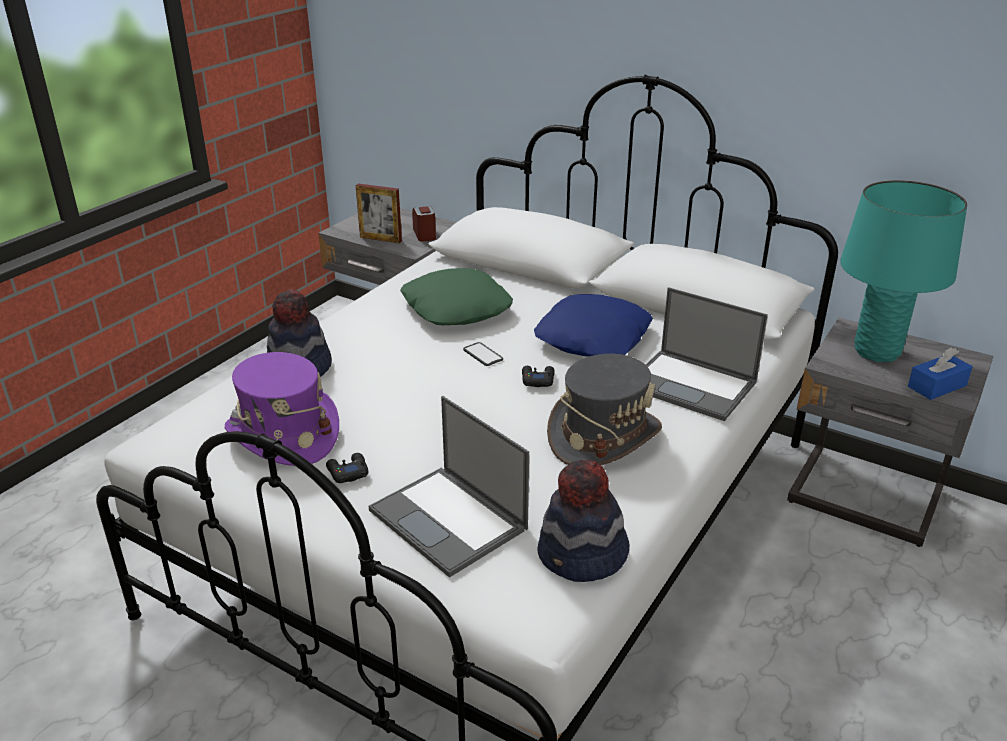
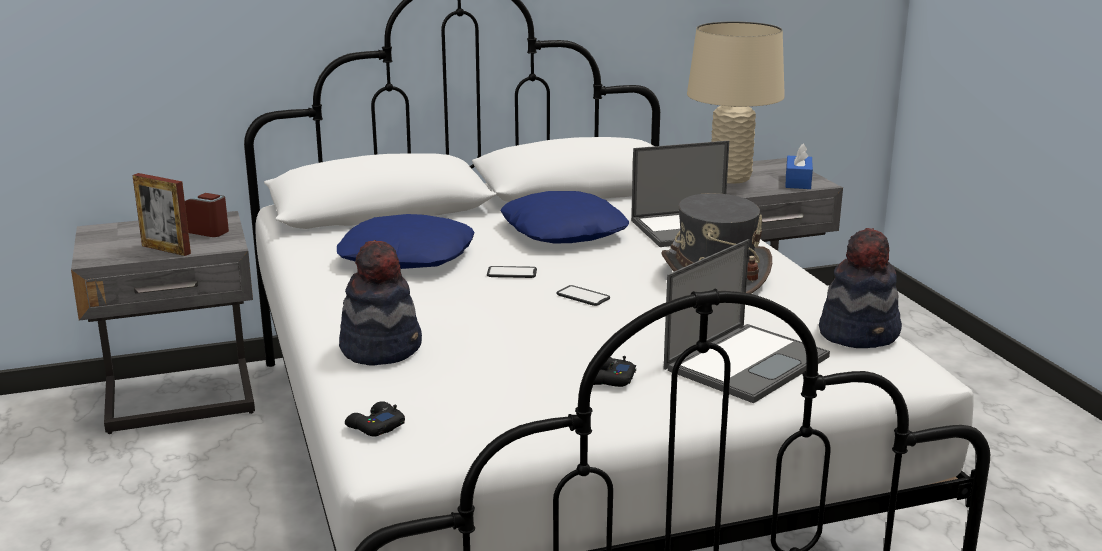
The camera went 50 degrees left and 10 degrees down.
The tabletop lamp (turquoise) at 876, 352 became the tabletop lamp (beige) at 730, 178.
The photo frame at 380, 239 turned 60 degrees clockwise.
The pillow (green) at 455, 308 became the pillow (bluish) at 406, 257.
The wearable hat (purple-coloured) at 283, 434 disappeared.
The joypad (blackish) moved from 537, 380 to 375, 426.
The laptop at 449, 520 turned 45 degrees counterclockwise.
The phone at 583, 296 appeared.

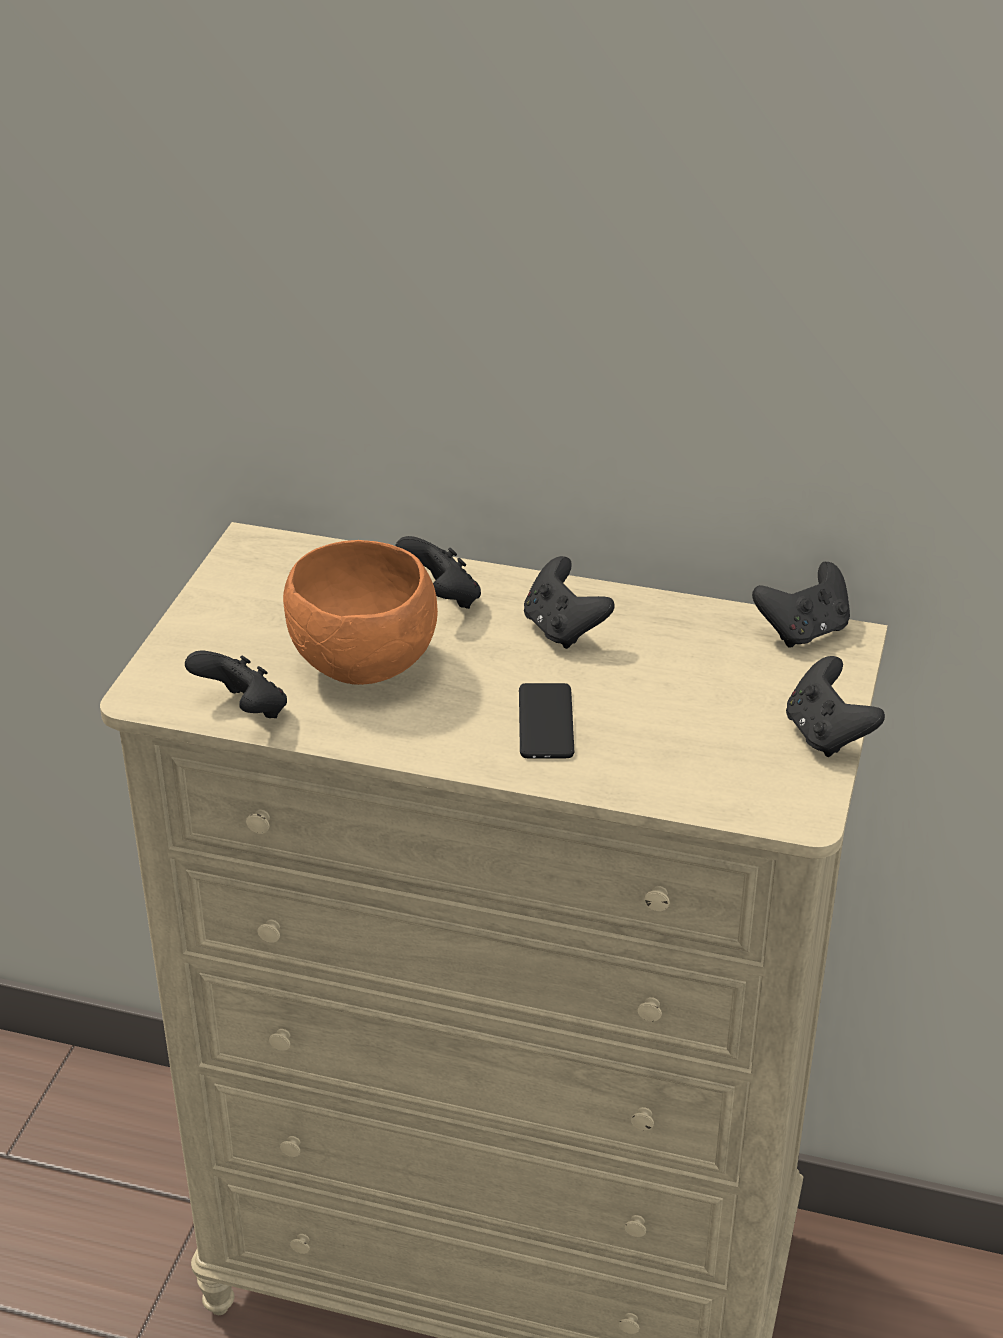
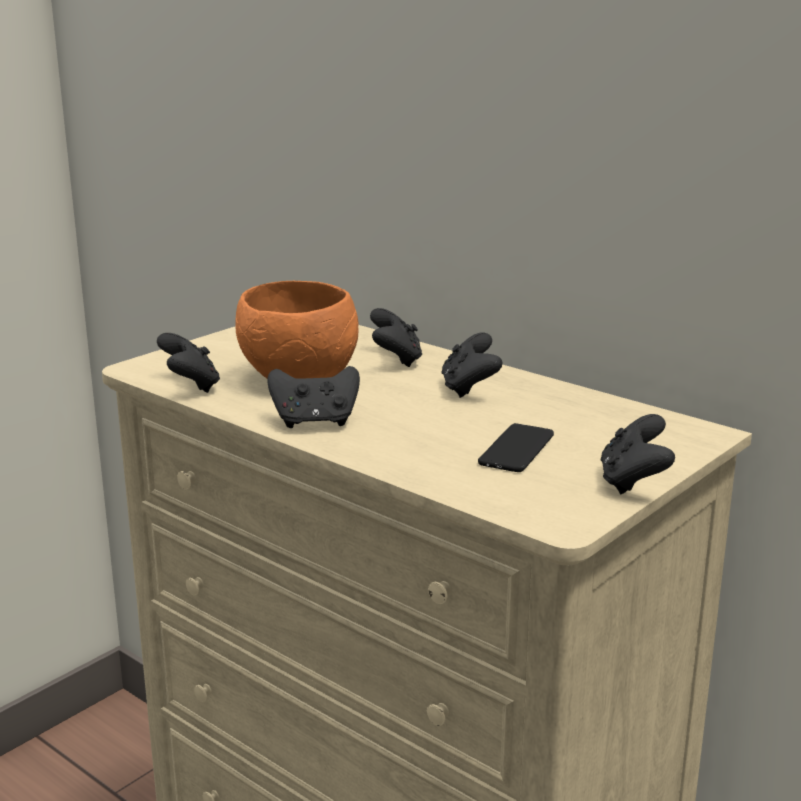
The camera went 25 degrees right and 15 degrees down.
The joypad (blackish) moved from 803, 631 to 315, 422.
The phone moved from 546, 722 to 516, 449.

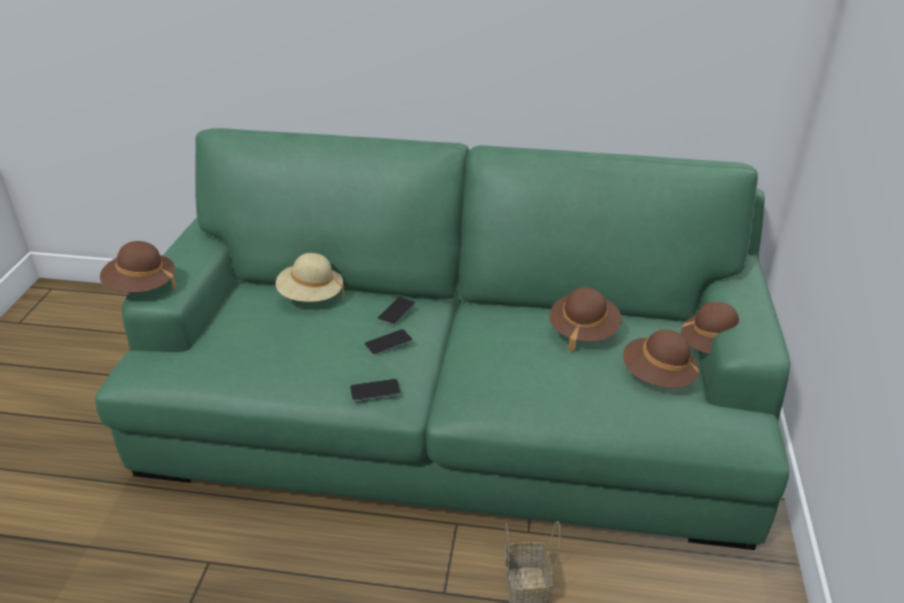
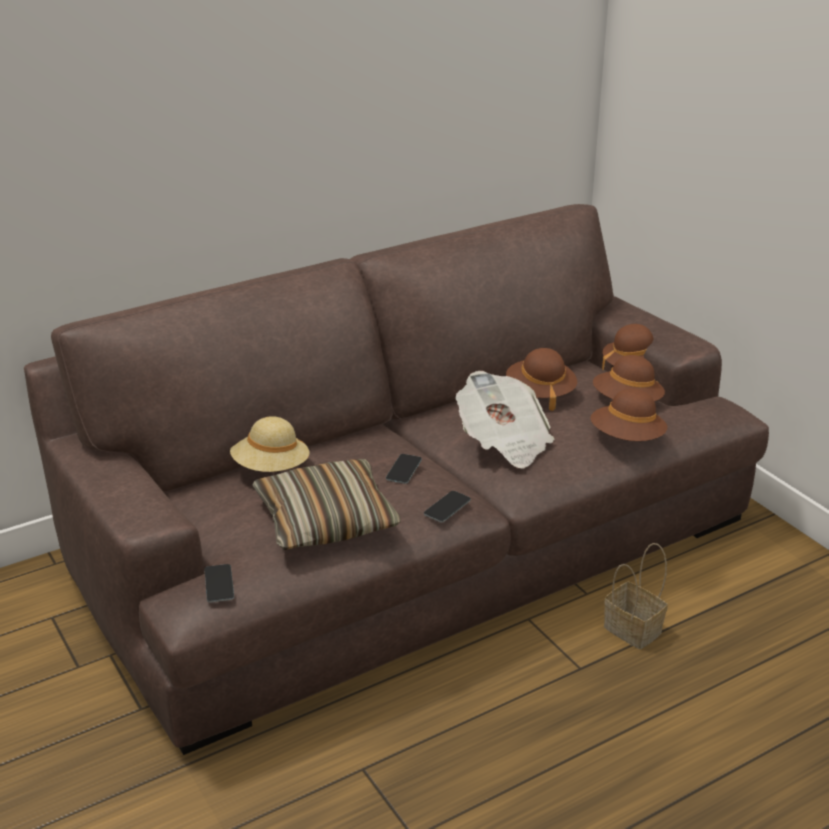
The camera went 40 degrees left and 5 degrees down.
The sofa (green) at 452, 408 became the sofa (brown-coloured) at 413, 539.
The wearable hat (brown-coloured) moved from 141, 287 to 627, 439.
The phone moved from 396, 311 to 219, 584.
The newspaper at 504, 442 appeared.
The pillow at 326, 519 appeared.

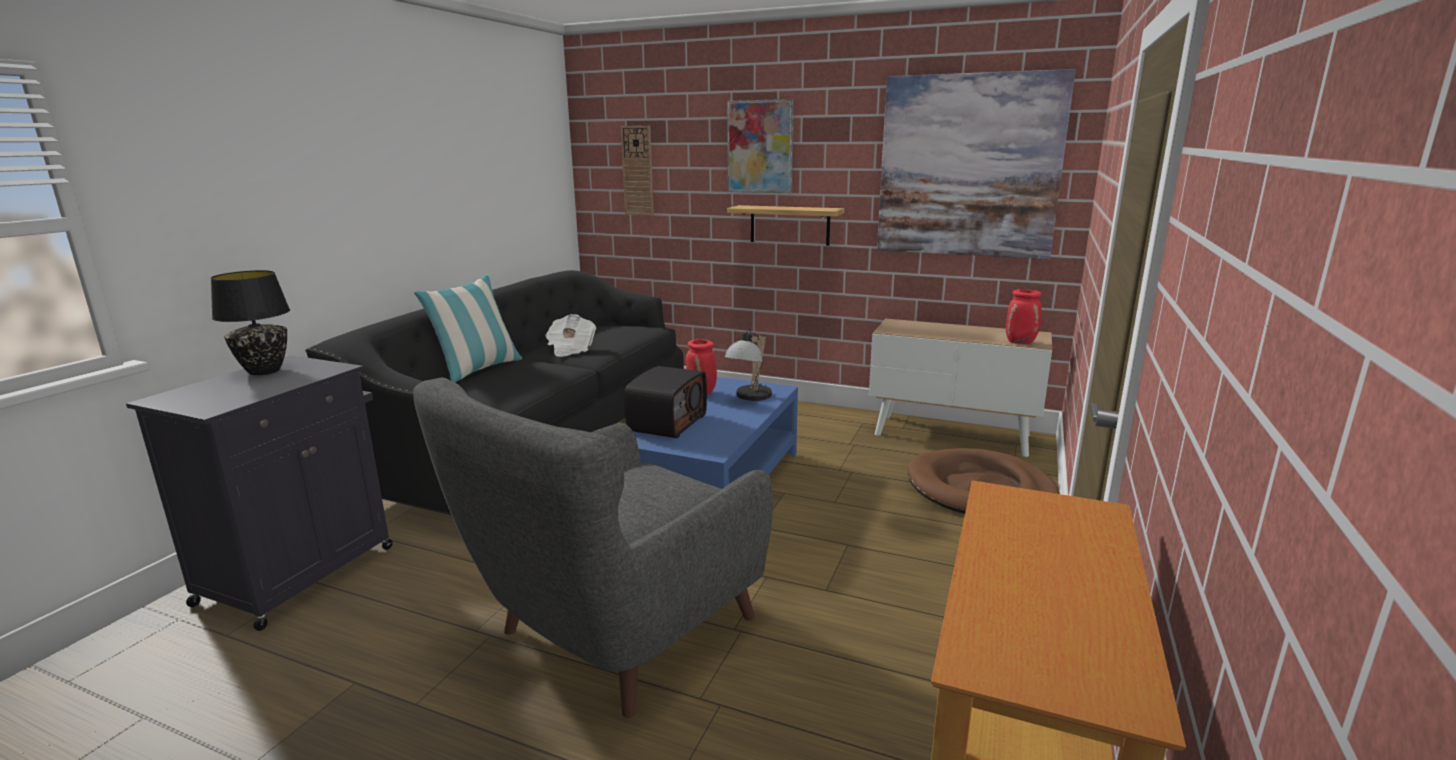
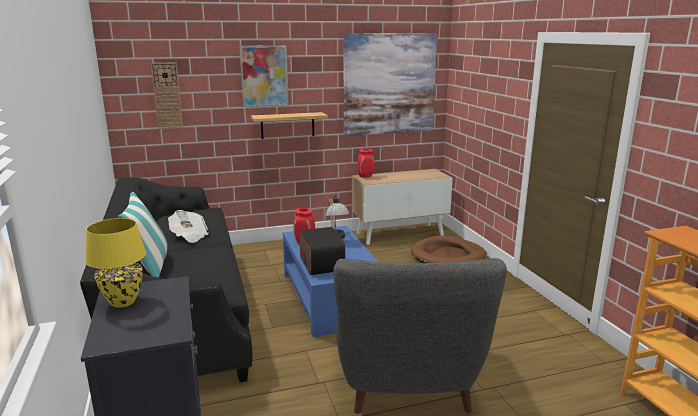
The camera went 40 degrees left and 0 degrees up.
The tabletop lamp (blackish) at 265, 371 became the tabletop lamp (yellowish) at 123, 302.
The decorative vase (reddish) moved from 1021, 342 to 365, 176.

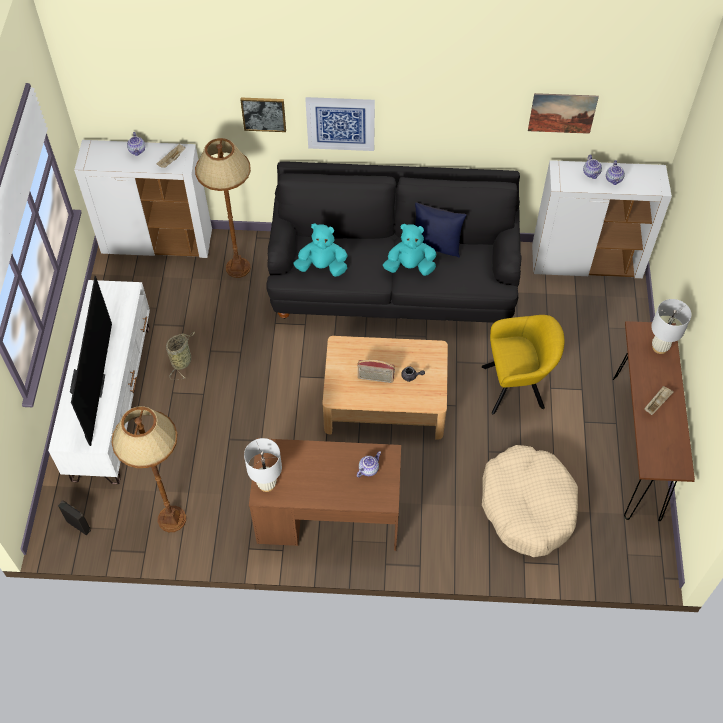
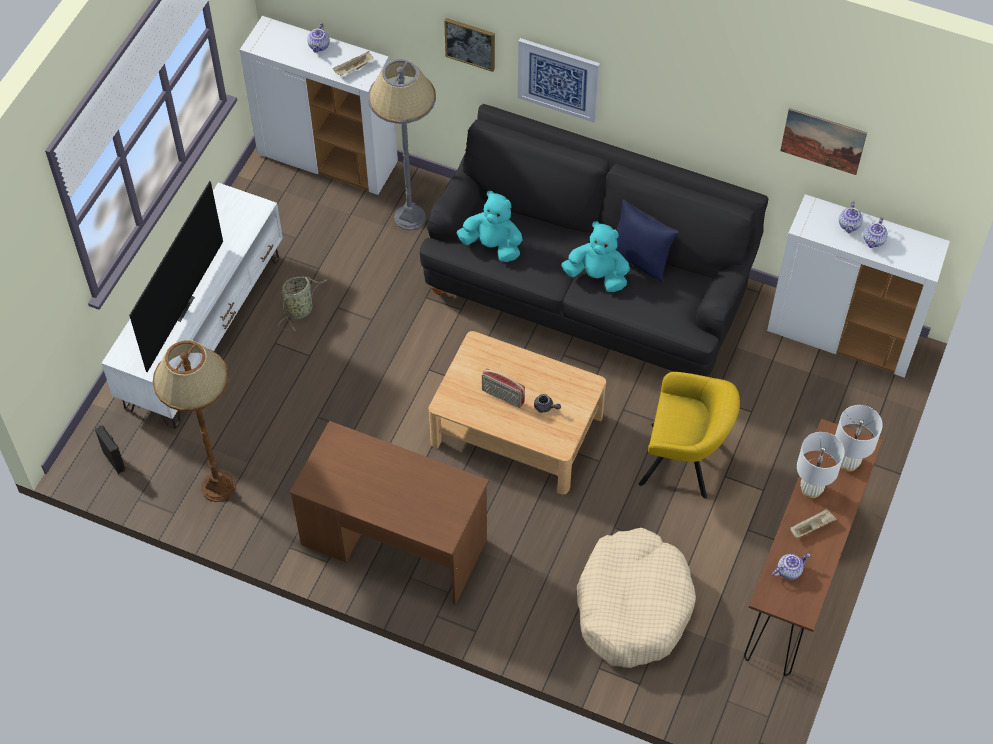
The camera went 20 degrees right and 0 degrees up.
The standing lamp (brown-coloured) at 238, 268 became the standing lamp (grey) at 410, 218.
The tabletop lamp (whitish) moved from 267, 484 to 811, 489.
The pot for tea moved from 368, 469 to 789, 570.

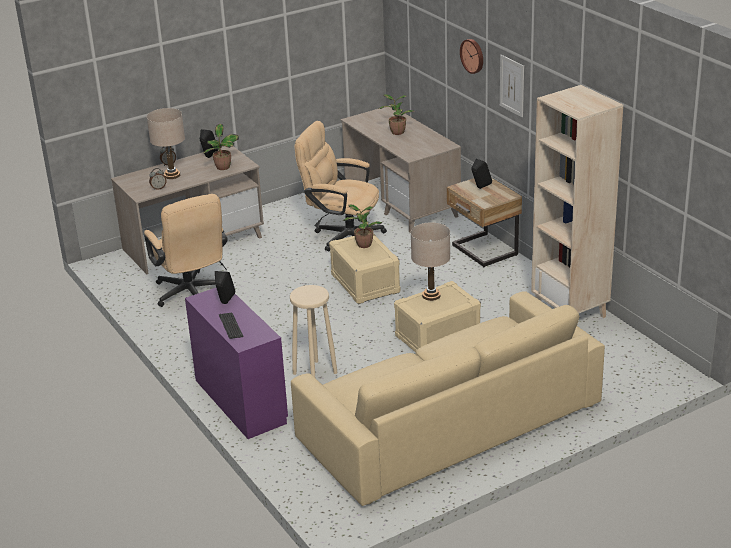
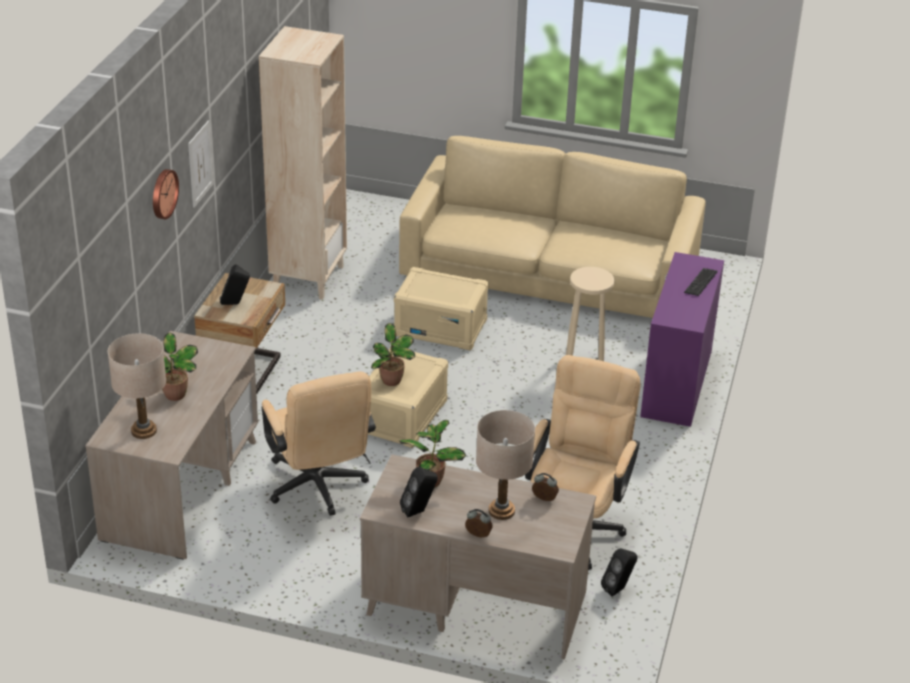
The camera went 135 degrees left and 5 degrees up.
The tabletop lamp (beige) moved from 431, 295 to 143, 431.
The loudspeaker (blackish) moved from 225, 303 to 618, 589.

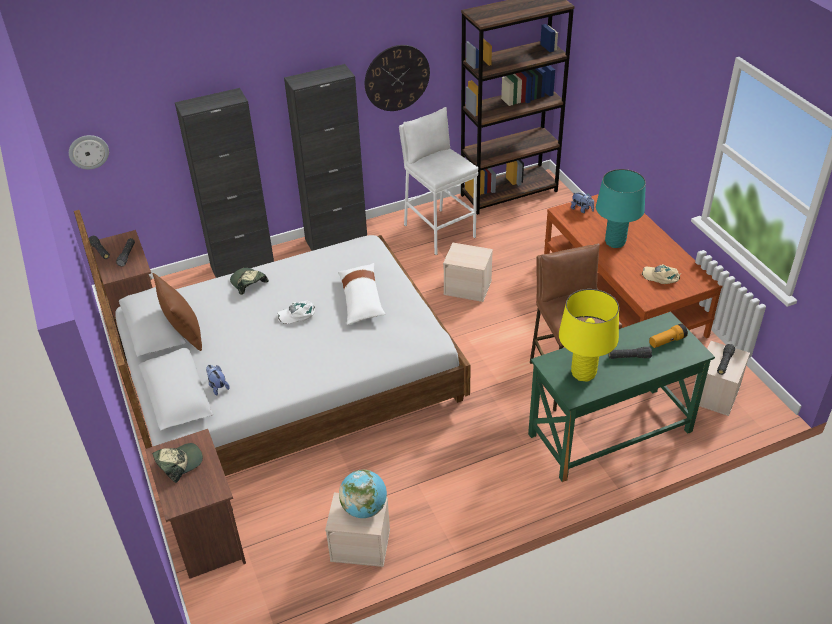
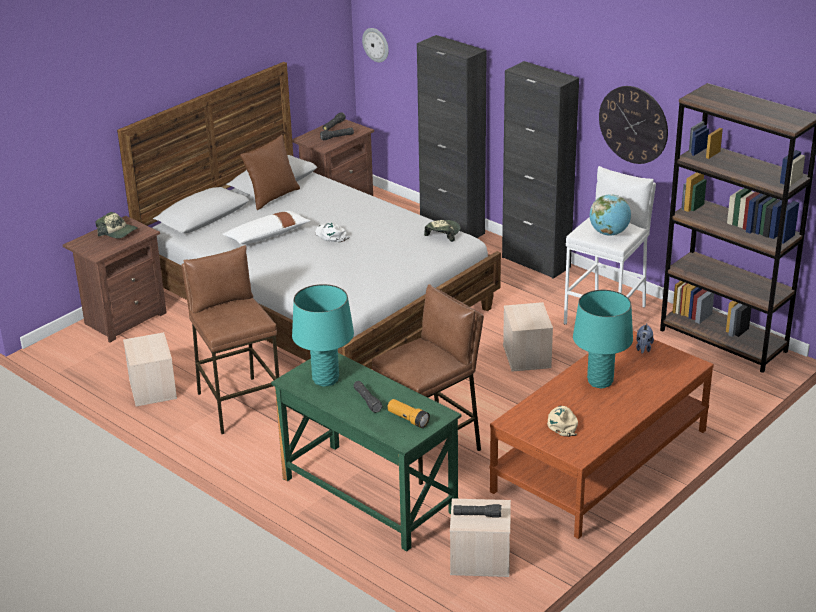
The camera went 65 degrees right and 10 degrees down.
The pillow (whitish) moved from 361, 300 to 267, 235.
The baseball cap moved from 248, 283 to 442, 233.
The tabletop lamp (yellowish) at 583, 373 became the tabletop lamp (turquoise) at 325, 380.
The cuddly toy at 217, 386 disappeared.
The globe moved from 364, 508 to 609, 233.
The stool (brown-coloured) at 239, 404 appeared.

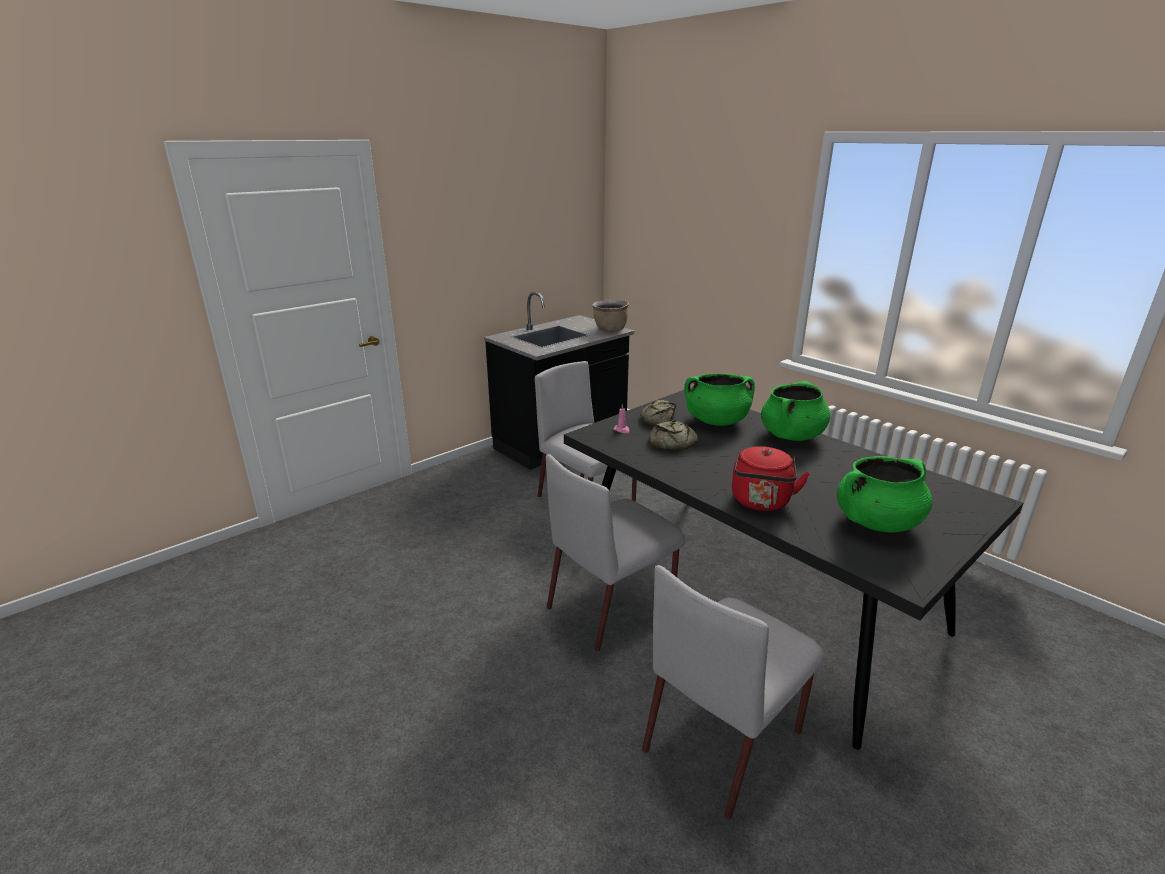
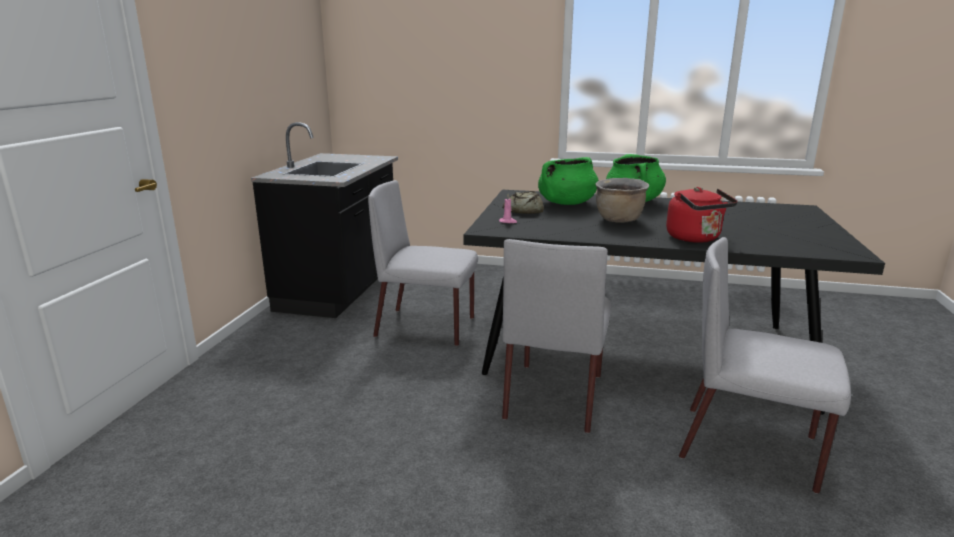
The camera went 35 degrees left and 5 degrees down.
The cooking pot (brown-coloured) moved from 610, 330 to 619, 220.
The bread at 671, 443 disappeared.
The cooking pot (green) at 877, 522 disappeared.
The plain chair (grey) at 724, 739 turned 105 degrees clockwise.

